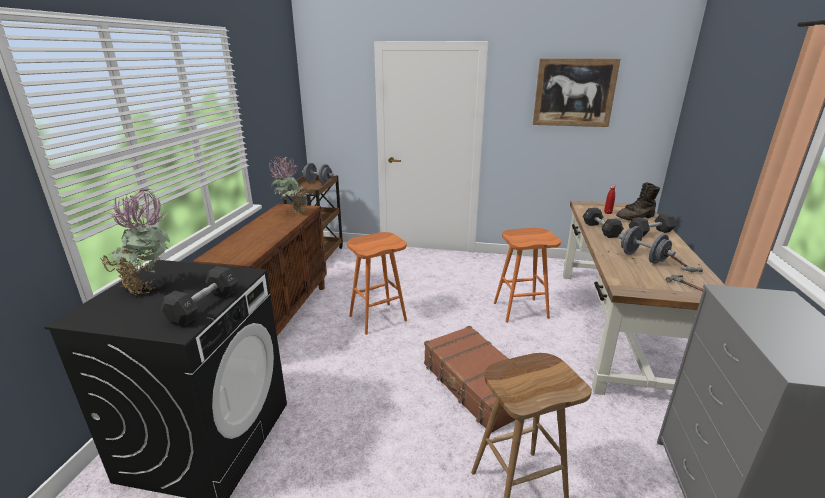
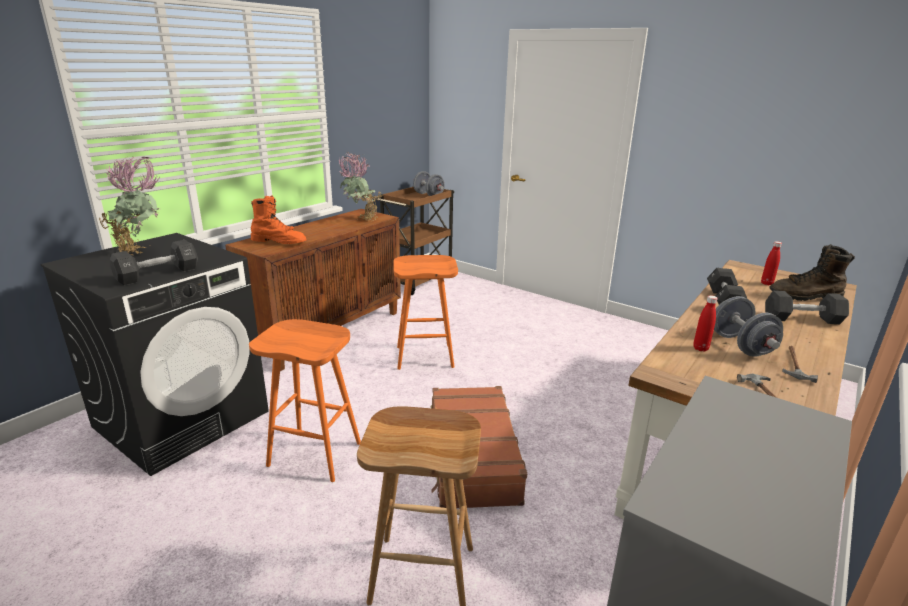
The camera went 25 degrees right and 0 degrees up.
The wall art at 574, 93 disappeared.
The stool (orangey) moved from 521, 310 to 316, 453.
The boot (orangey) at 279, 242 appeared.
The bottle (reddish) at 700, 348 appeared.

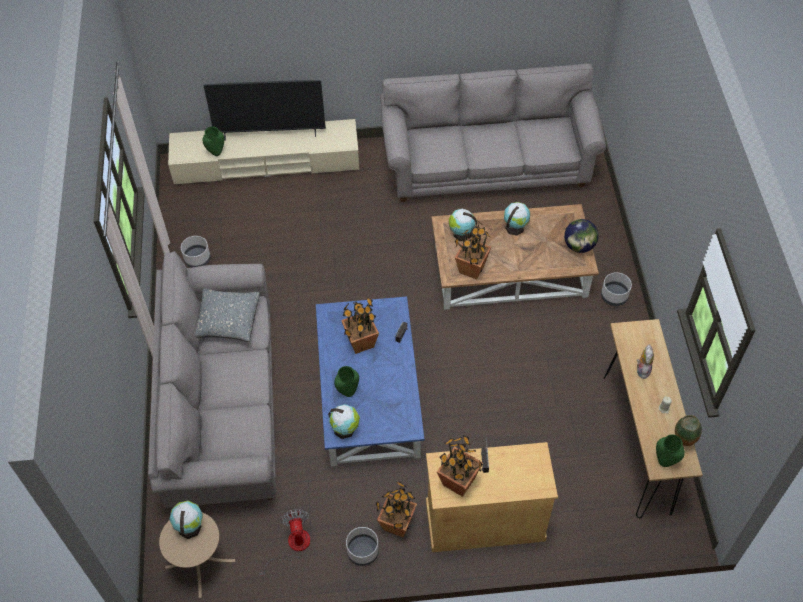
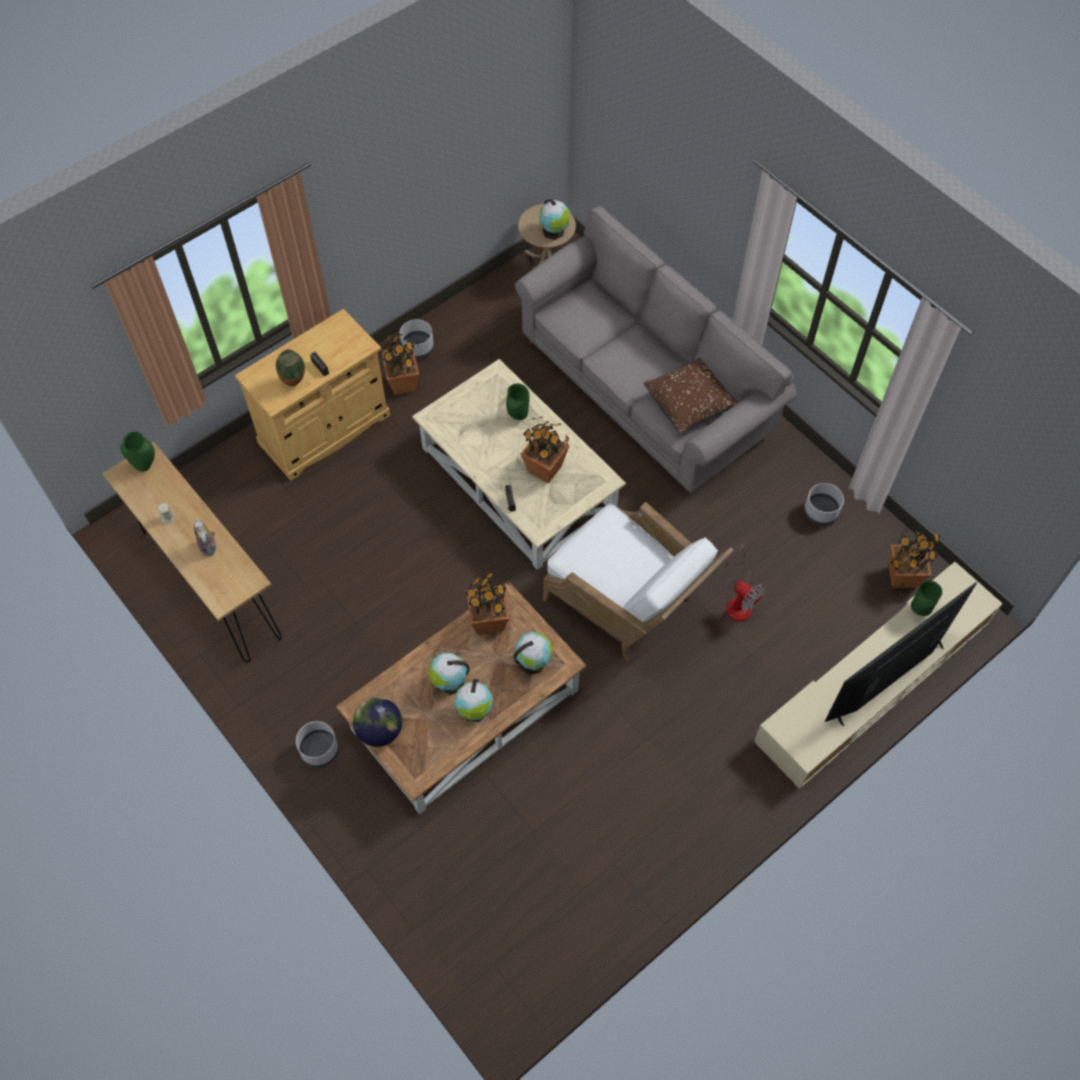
The camera went 145 degrees right and 5 degrees up.
The sofa (grey) at 487, 165 disappeared.
The pillow (grey) at 227, 321 became the pillow (brown-coloured) at 690, 403.
The low table (bluish) at 368, 392 became the low table (beige) at 520, 480.
The globe moved from 345, 429 to 449, 682.
The decorative vase moved from 682, 442 to 294, 383.
The potted plant moved from 458, 482 to 901, 576.
The fan moved from 293, 547 to 739, 600.
The easy chair (whitish) at 629, 605 appeared.

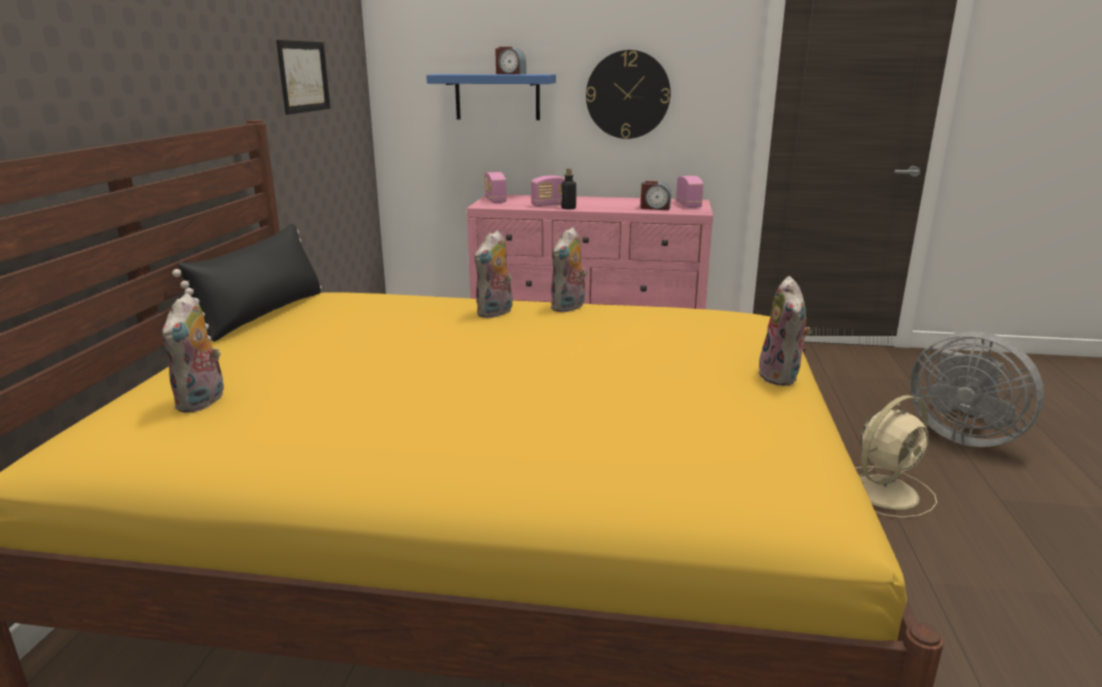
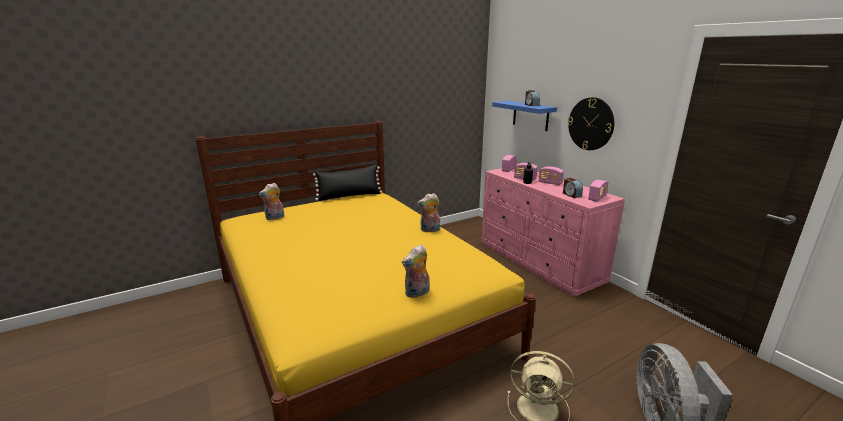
The camera went 50 degrees right and 0 degrees up.
The wall art at 303, 76 disappeared.
The cuddly toy at 495, 313 disappeared.
The radio receiver at 550, 183 appeared.

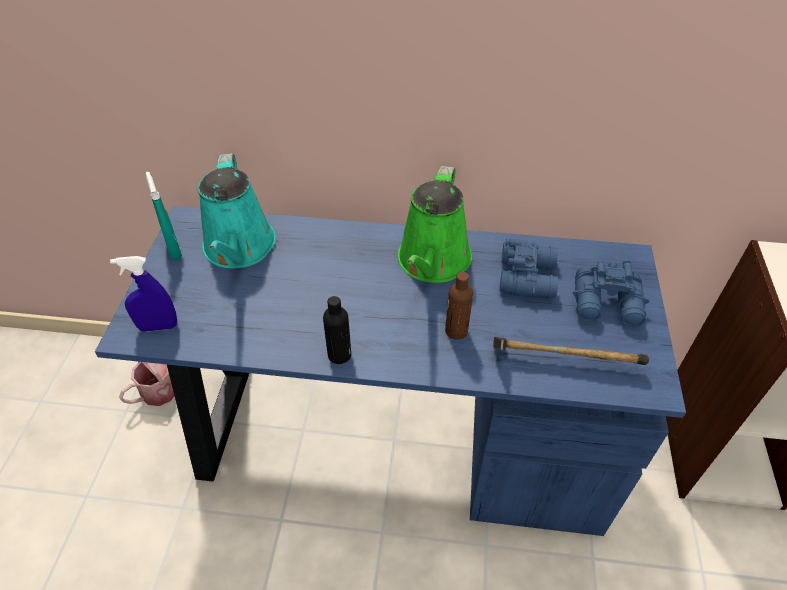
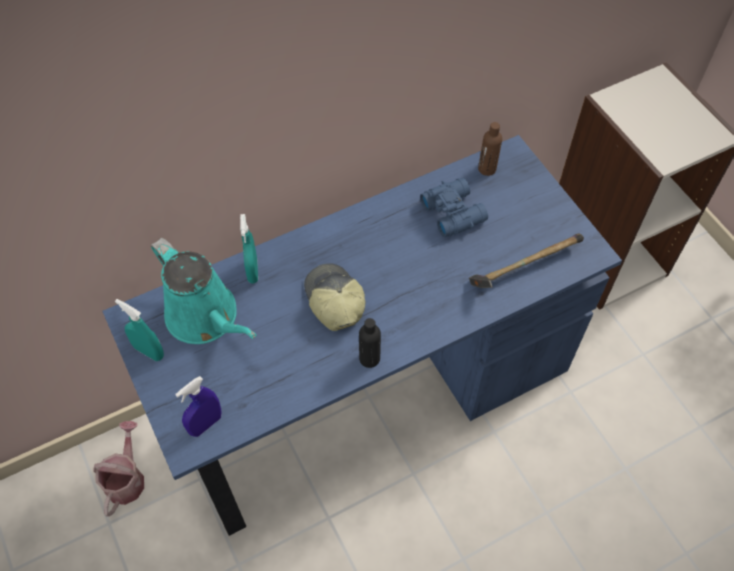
The camera went 35 degrees left and 10 degrees up.
The watering pot (green) at 432, 262 disappeared.
The pair of binoculars (bluish) at 608, 305 disappeared.
The bottle (brown-coloured) moved from 456, 331 to 487, 169.
The hand sprayer (turquoise) at 252, 271 appeared.
The baseball cap at 333, 301 appeared.

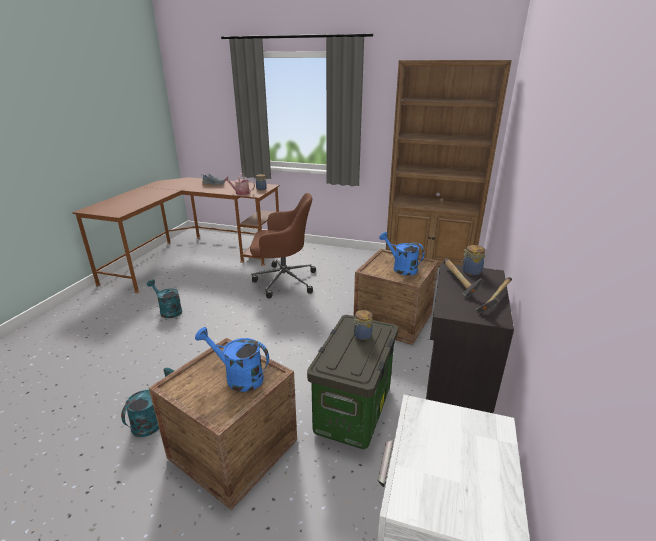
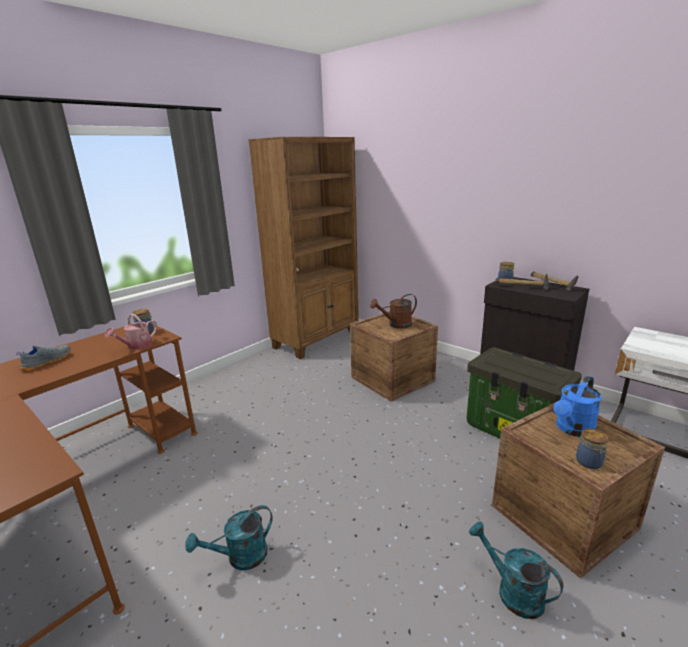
The camera went 65 degrees left and 5 degrees down.
The computer chair (brown-coloured) at 283, 281 disappeared.
The watering pot (bluish) at 401, 268 became the watering pot (brown-coloured) at 396, 325.
The jar moved from 362, 335 to 589, 463.

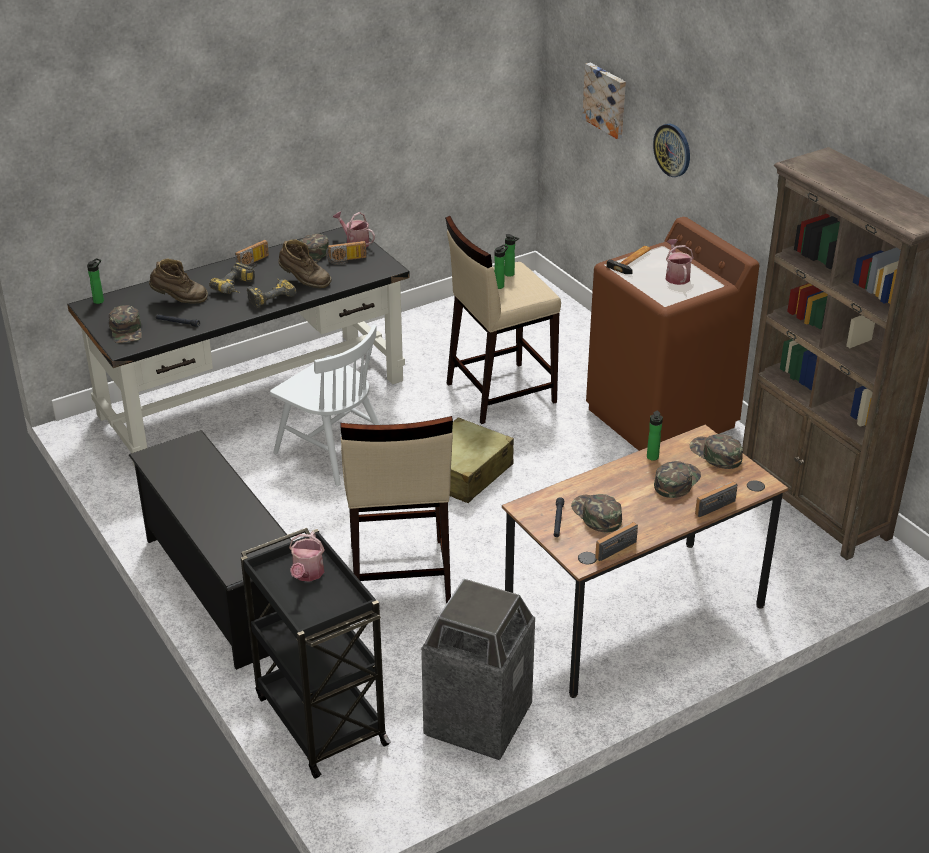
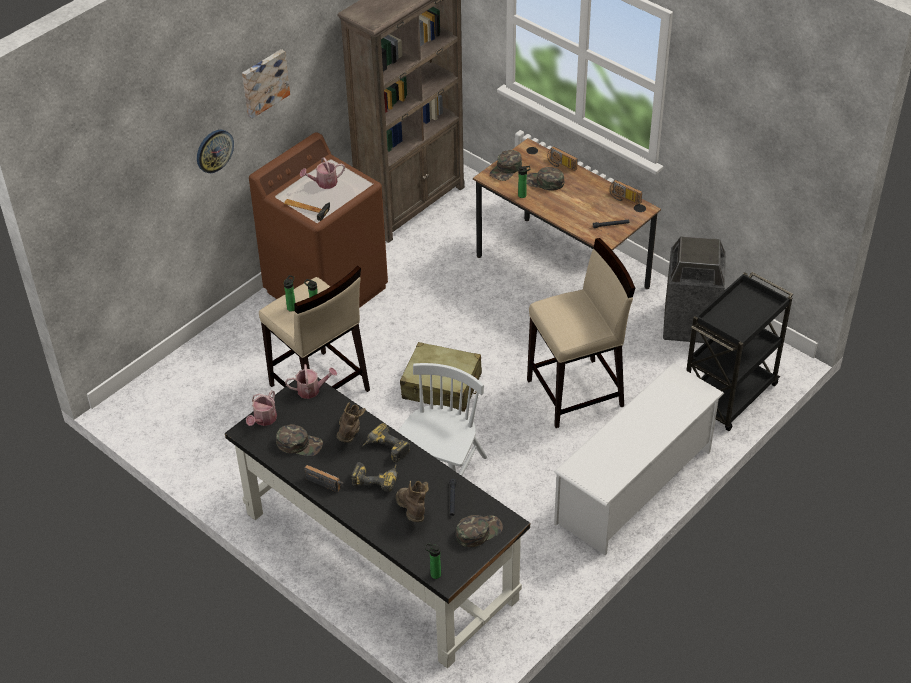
The camera went 105 degrees left and 10 degrees up.
The wall art moved from 606, 99 to 264, 82.
The radio receiver at 346, 261 disappeared.
The shoe shelf (blackish) at 224, 587 became the shoe shelf (whitish) at 634, 486.
The baseball cap (green) at 596, 515 disappeared.
The watering pot moved from 307, 574 to 312, 390.

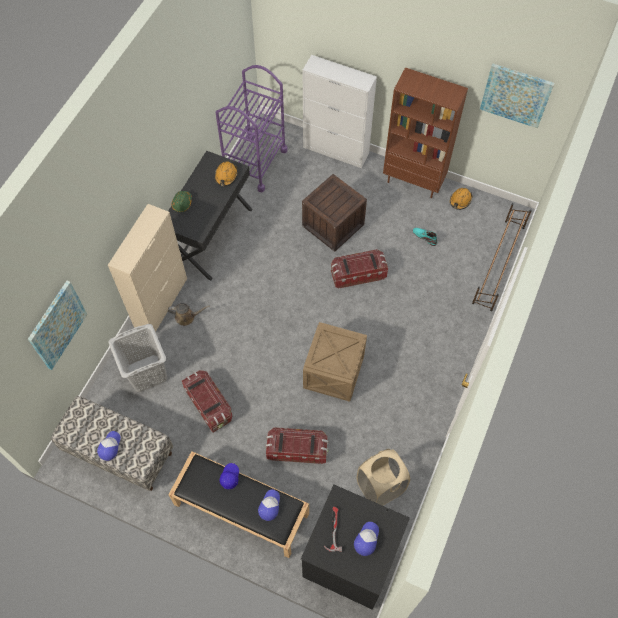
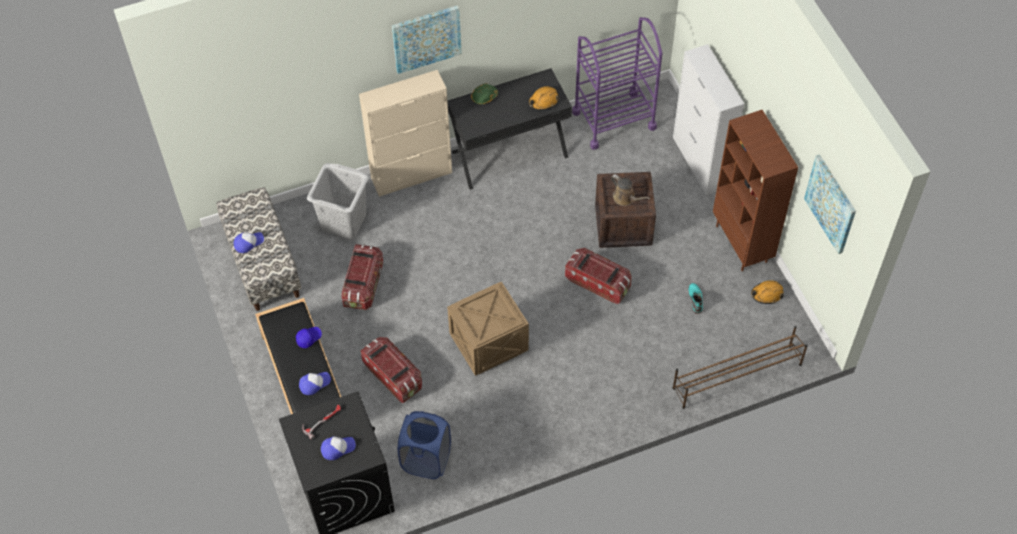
The camera went 45 degrees right and 5 degrees down.
The wall art moved from 57, 325 to 426, 38.
The watering pot (brown-coloured) moved from 187, 317 to 625, 198.
The laundry basket (beige) at 380, 487 became the laundry basket (bluish) at 426, 460.

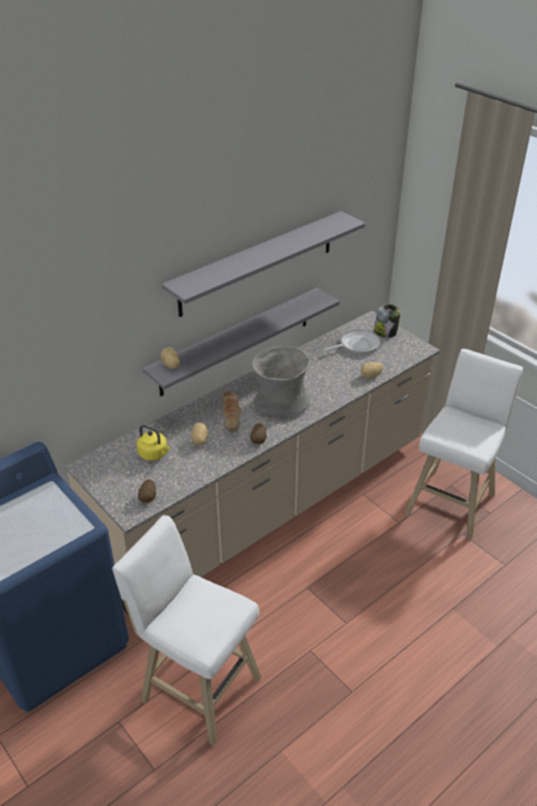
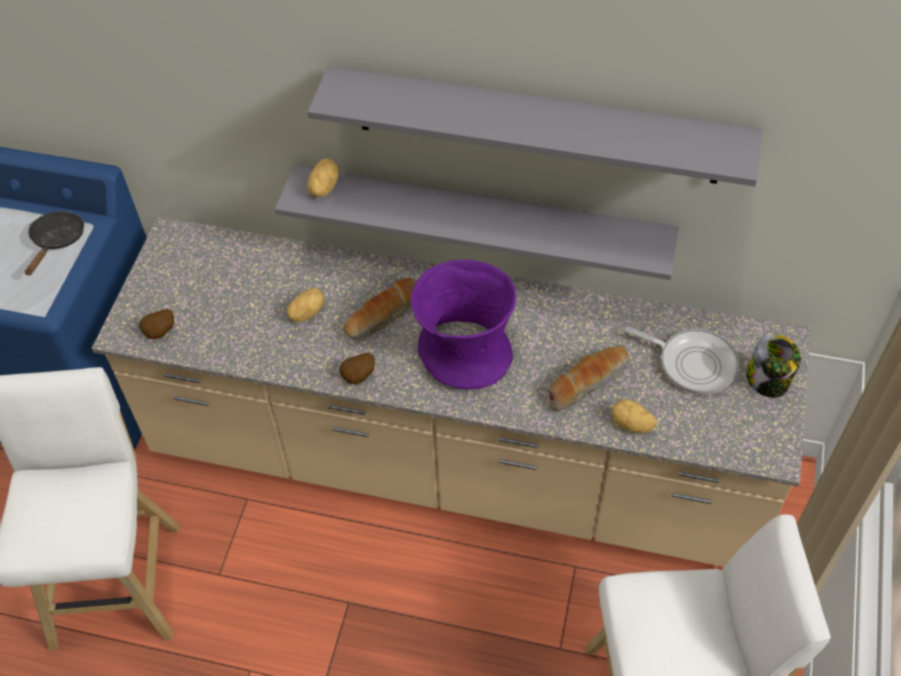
The camera went 55 degrees right and 15 degrees up.
The decorative vase (grey) at 281, 401 became the decorative vase (purple-coloured) at 465, 351.
The water kettle (yellowish) at 154, 454 disappeared.
The frying pan (blackish) at 57, 241 appeared.
The bread at 586, 382 appeared.

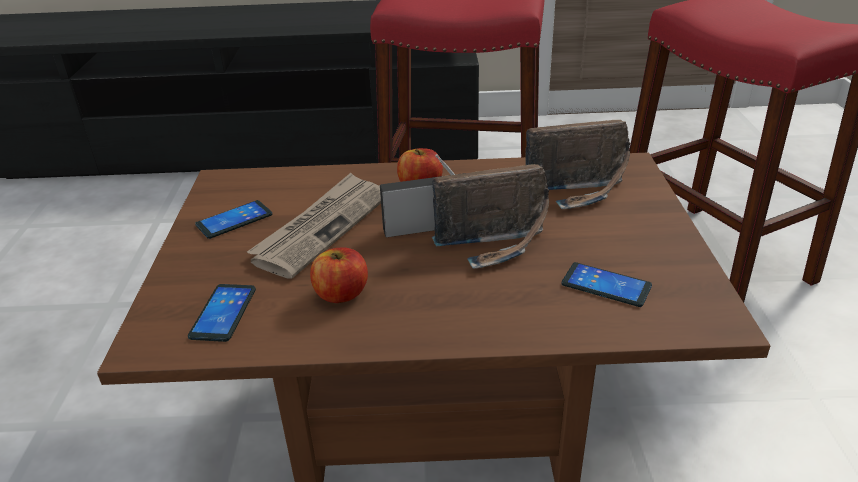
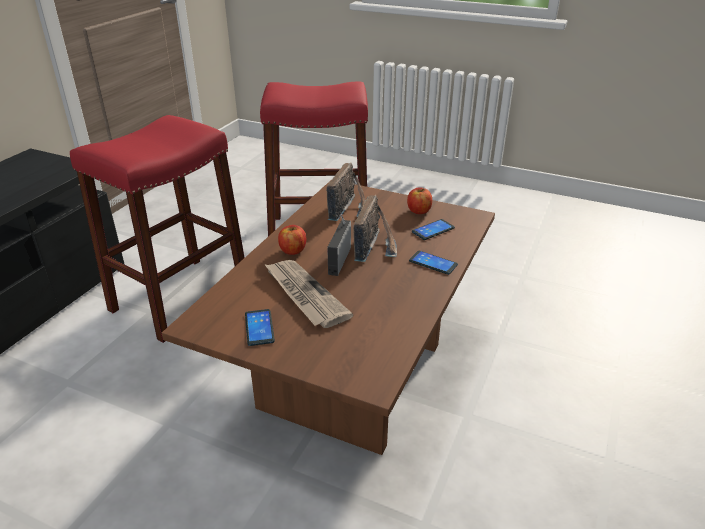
The camera went 65 degrees left and 0 degrees up.
The apple moved from 341, 294 to 419, 211.
The phone moved from 223, 313 to 433, 263.

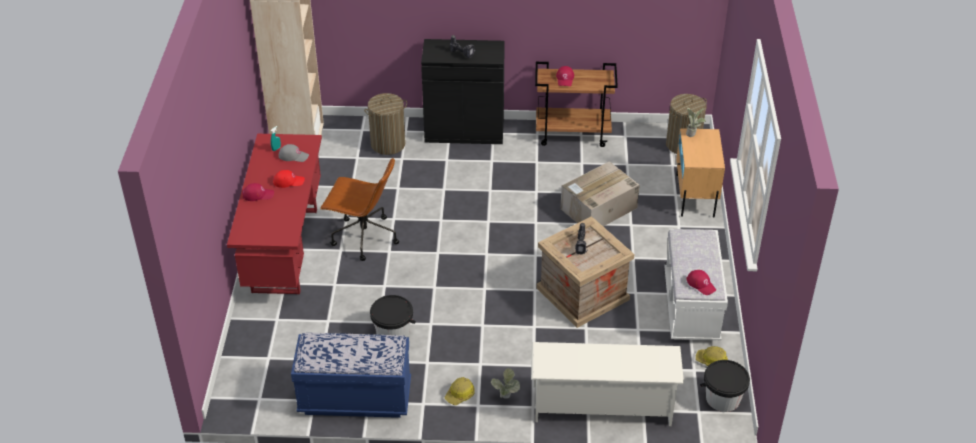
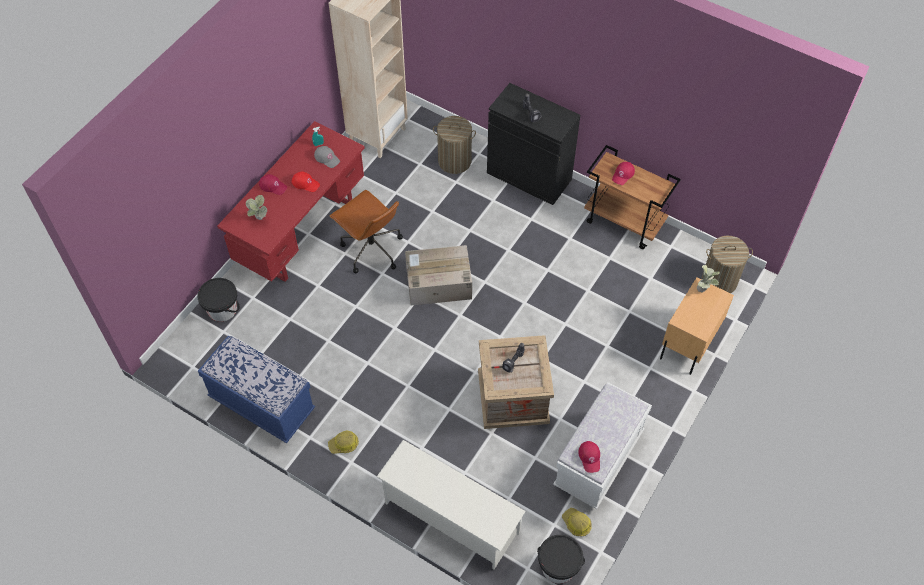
The camera went 30 degrees right and 15 degrees up.
The carton moved from 598, 209 to 437, 284.
The pail (blackish) moved from 393, 332 to 222, 309.
The potted plant moved from 505, 398 to 259, 219.

